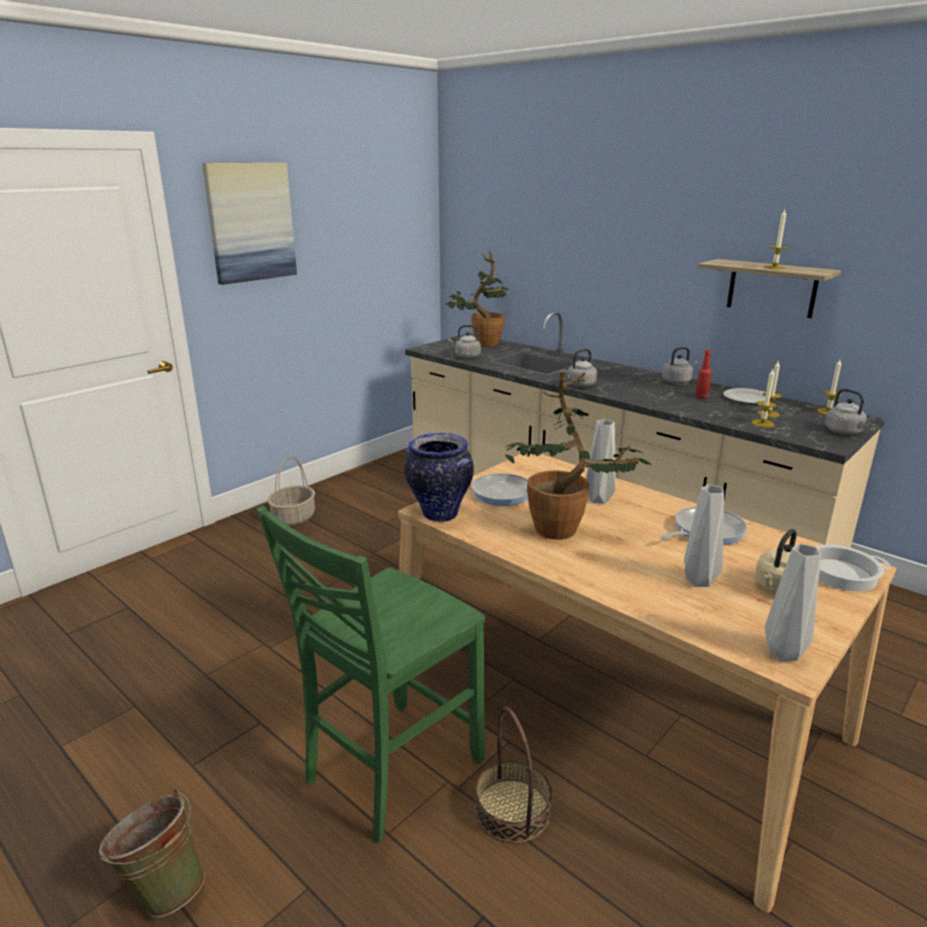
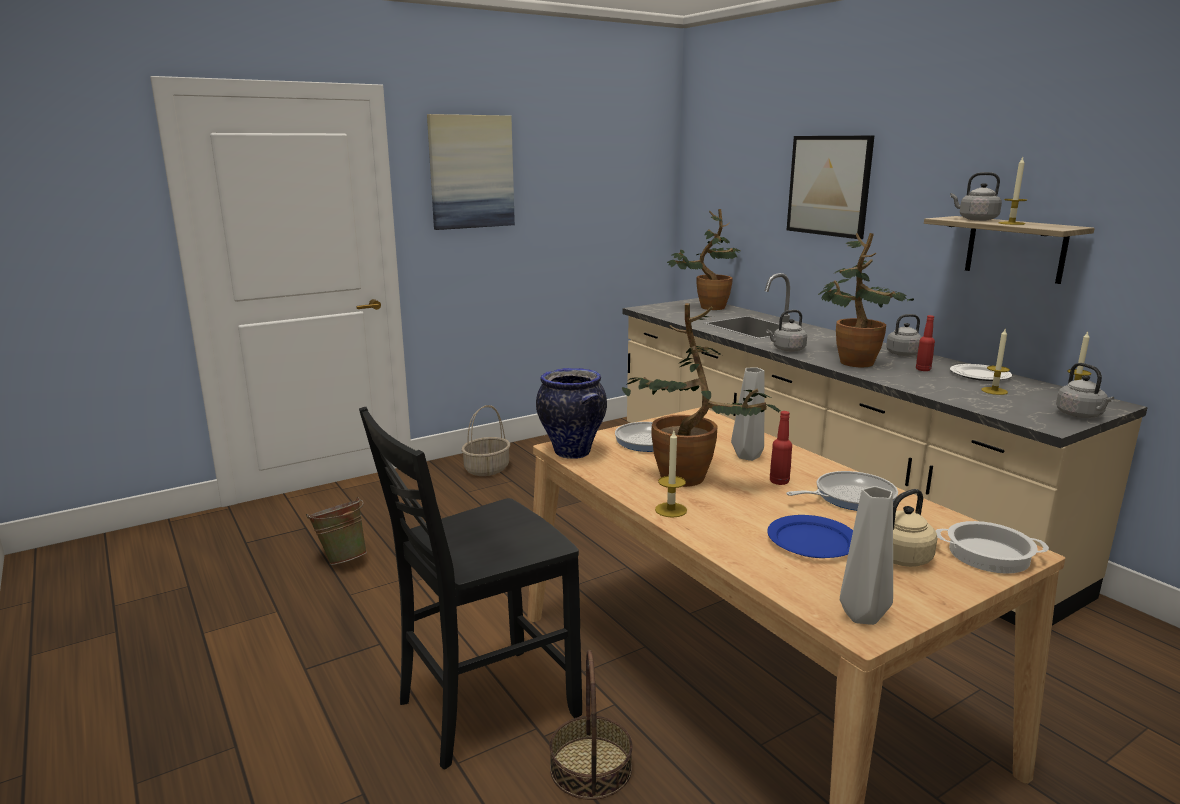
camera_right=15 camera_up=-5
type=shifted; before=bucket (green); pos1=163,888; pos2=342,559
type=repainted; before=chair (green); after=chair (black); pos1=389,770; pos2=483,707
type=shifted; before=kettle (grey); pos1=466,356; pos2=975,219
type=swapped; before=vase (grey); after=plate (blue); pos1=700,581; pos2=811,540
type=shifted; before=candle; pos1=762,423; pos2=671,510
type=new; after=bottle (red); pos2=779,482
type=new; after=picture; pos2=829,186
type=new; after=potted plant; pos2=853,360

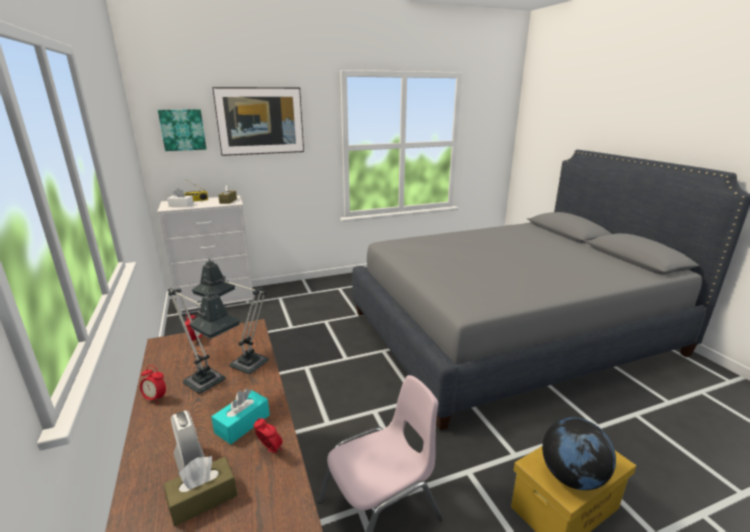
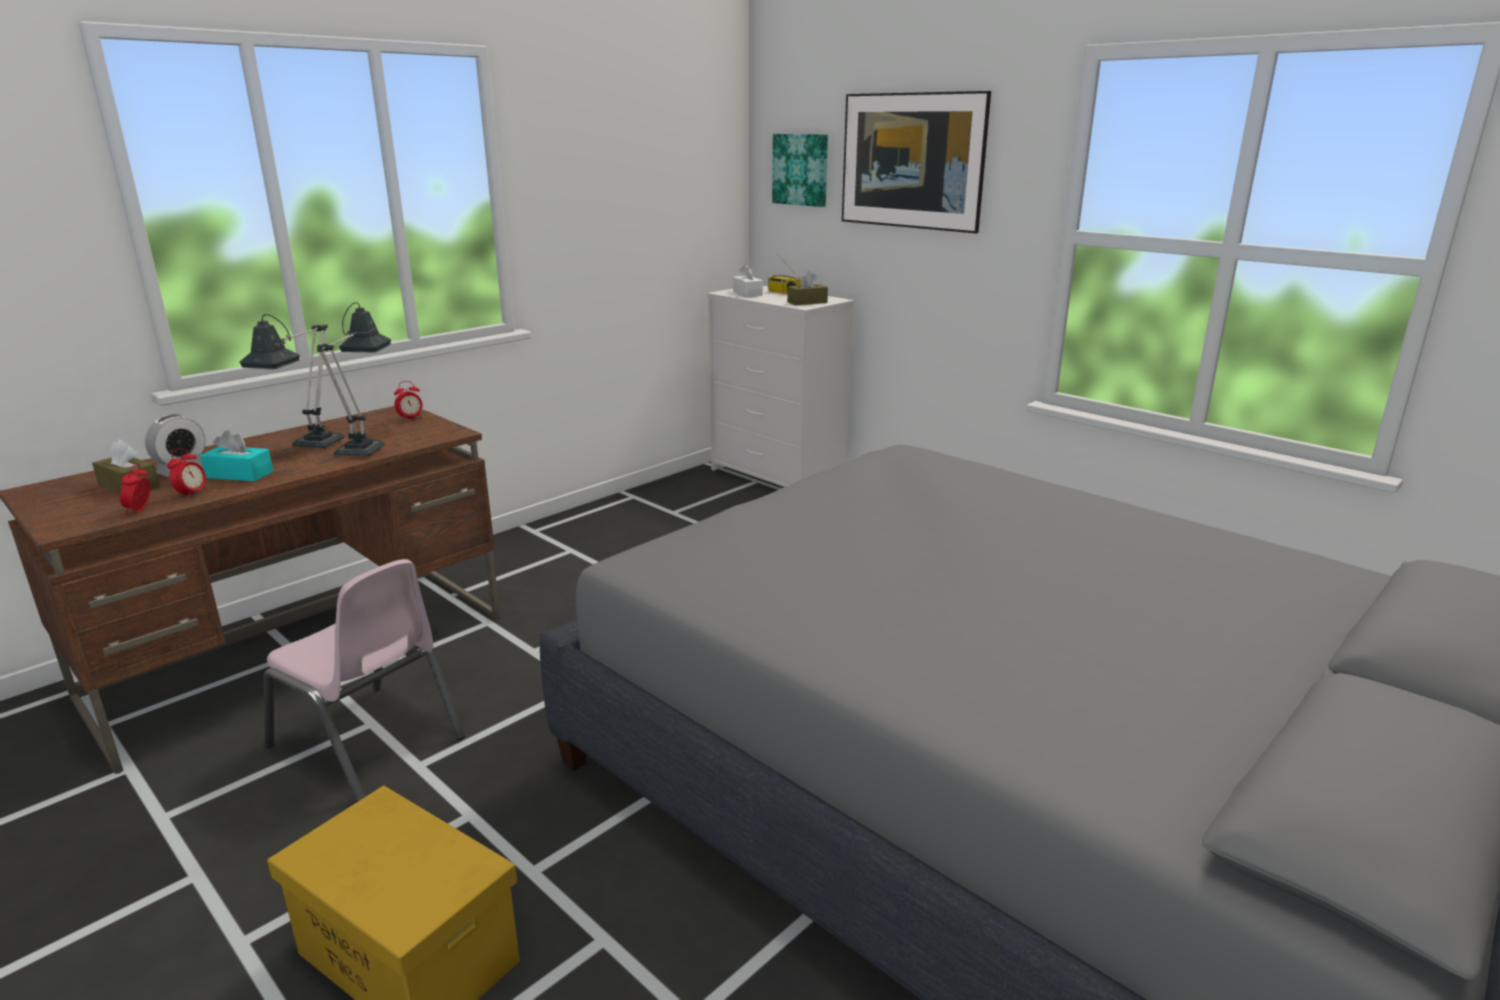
camera_right=65 camera_up=0
type=shifted; before=alarm clock; pos1=155,398; pos2=140,511
type=gone; before=globe; pos1=572,477

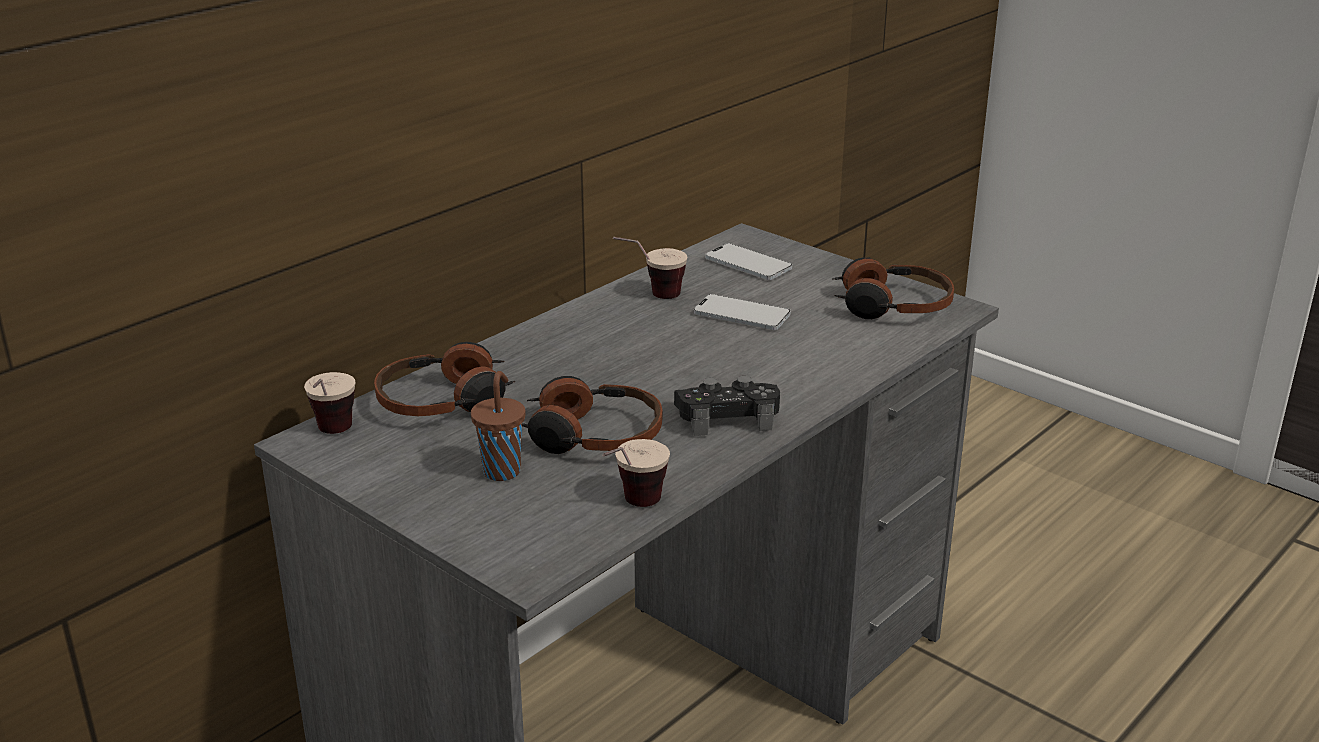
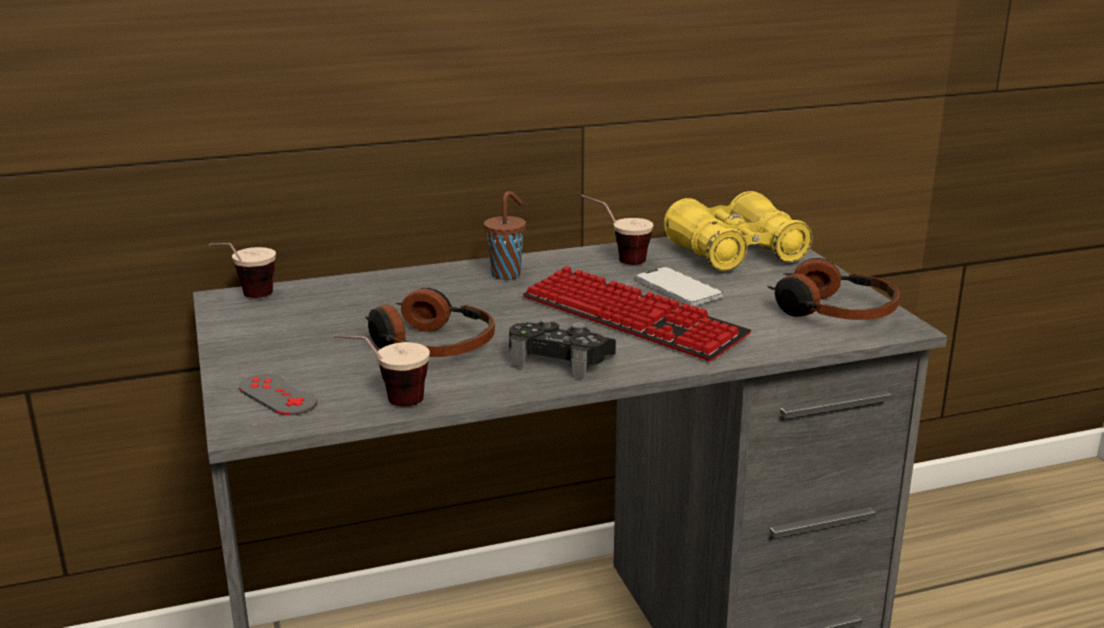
camera_right=30 camera_up=-5
type=gone; before=headphones; pos1=445,401
type=shifted; before=cup (brown); pos1=502,470; pos2=507,274
type=swapped; before=phone; after=binoculars (yellow); pos1=748,264; pos2=735,253
type=new; after=game controller (grey); pos2=278,395
type=new; after=keyboard; pos2=631,318

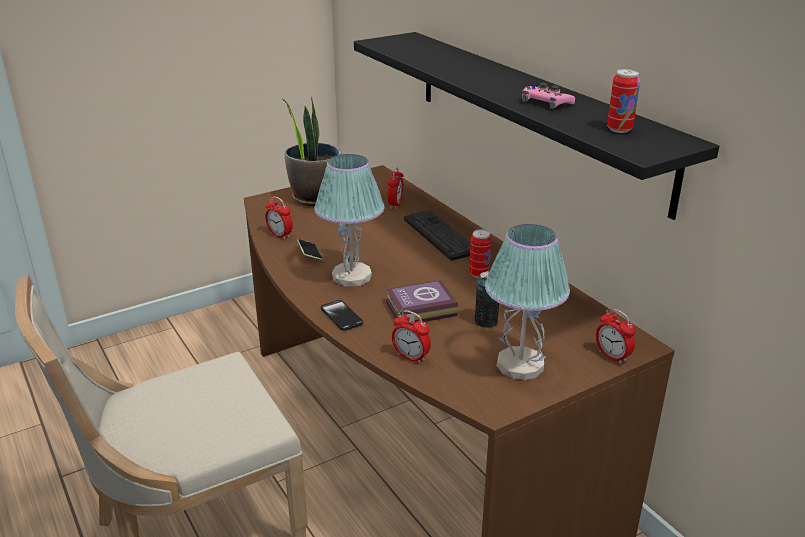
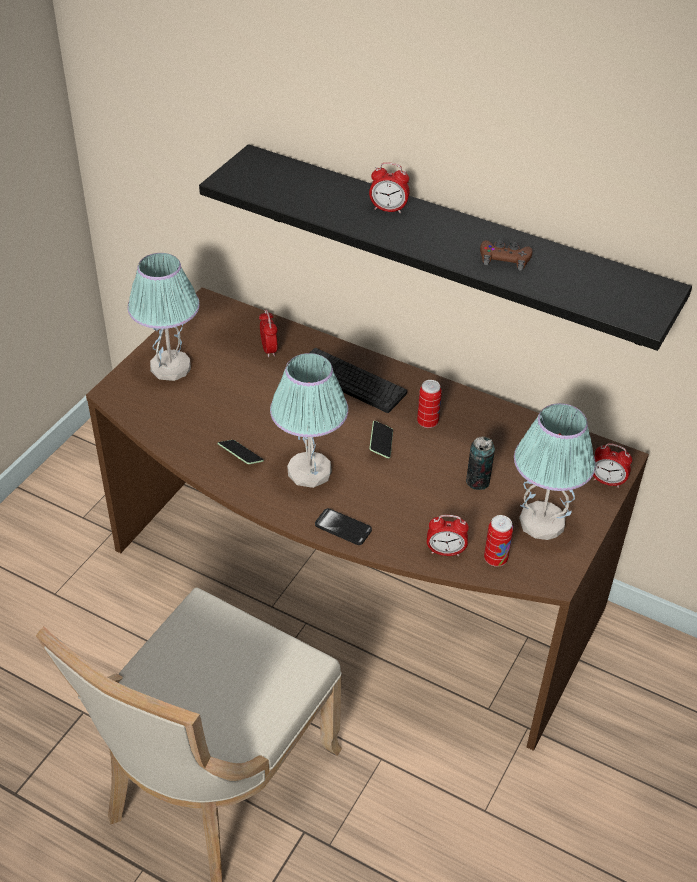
camera_right=-30 camera_up=15
type=shifted; before=alarm clock; pos1=280,235; pos2=388,209
type=swapped; before=potted plant; after=table lamp; pos1=315,198; pos2=170,368
type=gone; before=book; pos1=419,308
type=repainted; before=game controller (pink); after=game controller (brown); pos1=546,103; pos2=504,259
type=shifted; before=can; pos1=619,129; pos2=495,559
type=new; after=phone; pos2=381,444

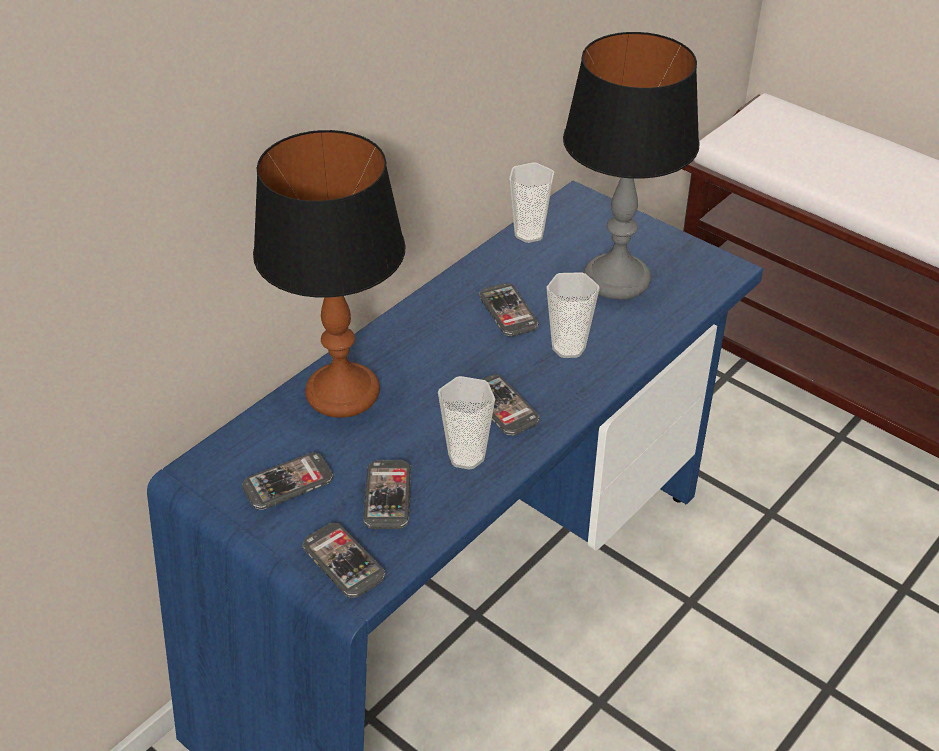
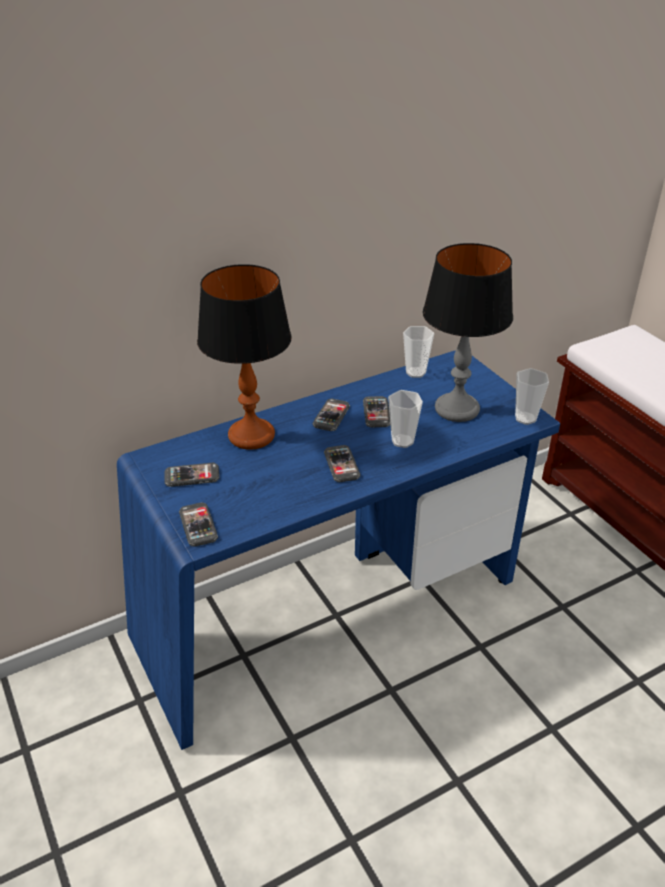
camera_right=20 camera_up=-5
type=shifted; before=phone; pos1=387,496; pos2=331,416
type=shifted; before=cup; pos1=466,456; pos2=525,418

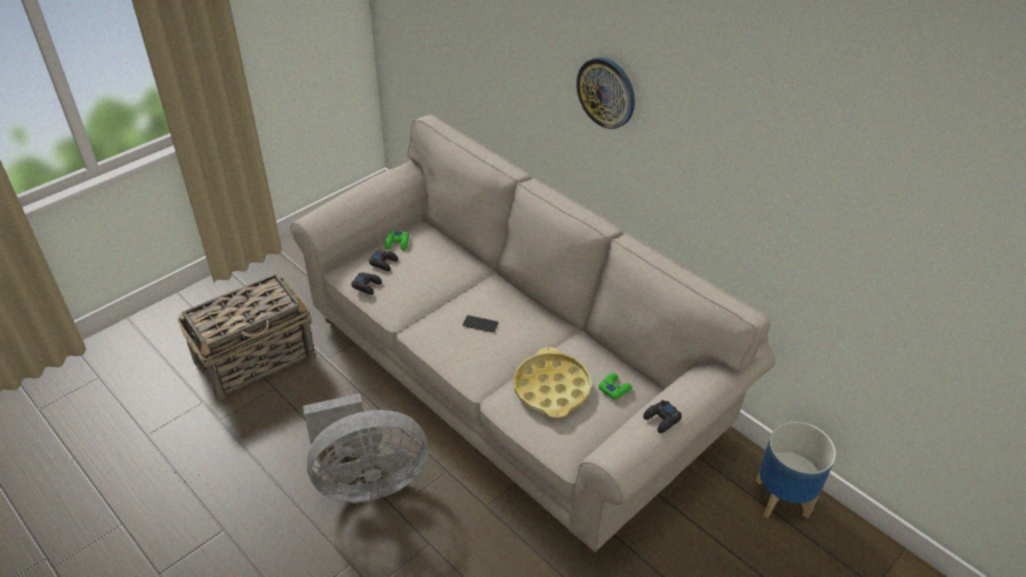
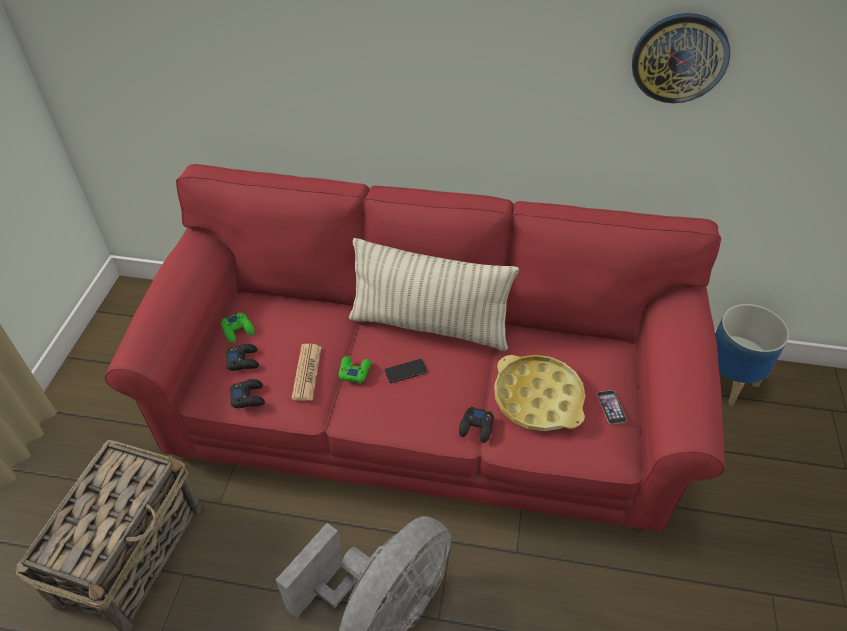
camera_right=-35 camera_up=5
type=repainted; before=sofa (beige); after=sofa (red); pos1=511,376; pos2=423,407
type=shifted; before=wall clock; pos1=606,92; pos2=679,58
type=shifted; before=game controller (green); pos1=614,388; pos2=354,371
type=shifted; before=game controller (black); pos1=662,419; pos2=476,427
type=new; after=newspaper; pos2=307,372
type=new; after=pillow; pos2=429,326
type=new; after=phone; pos2=611,407

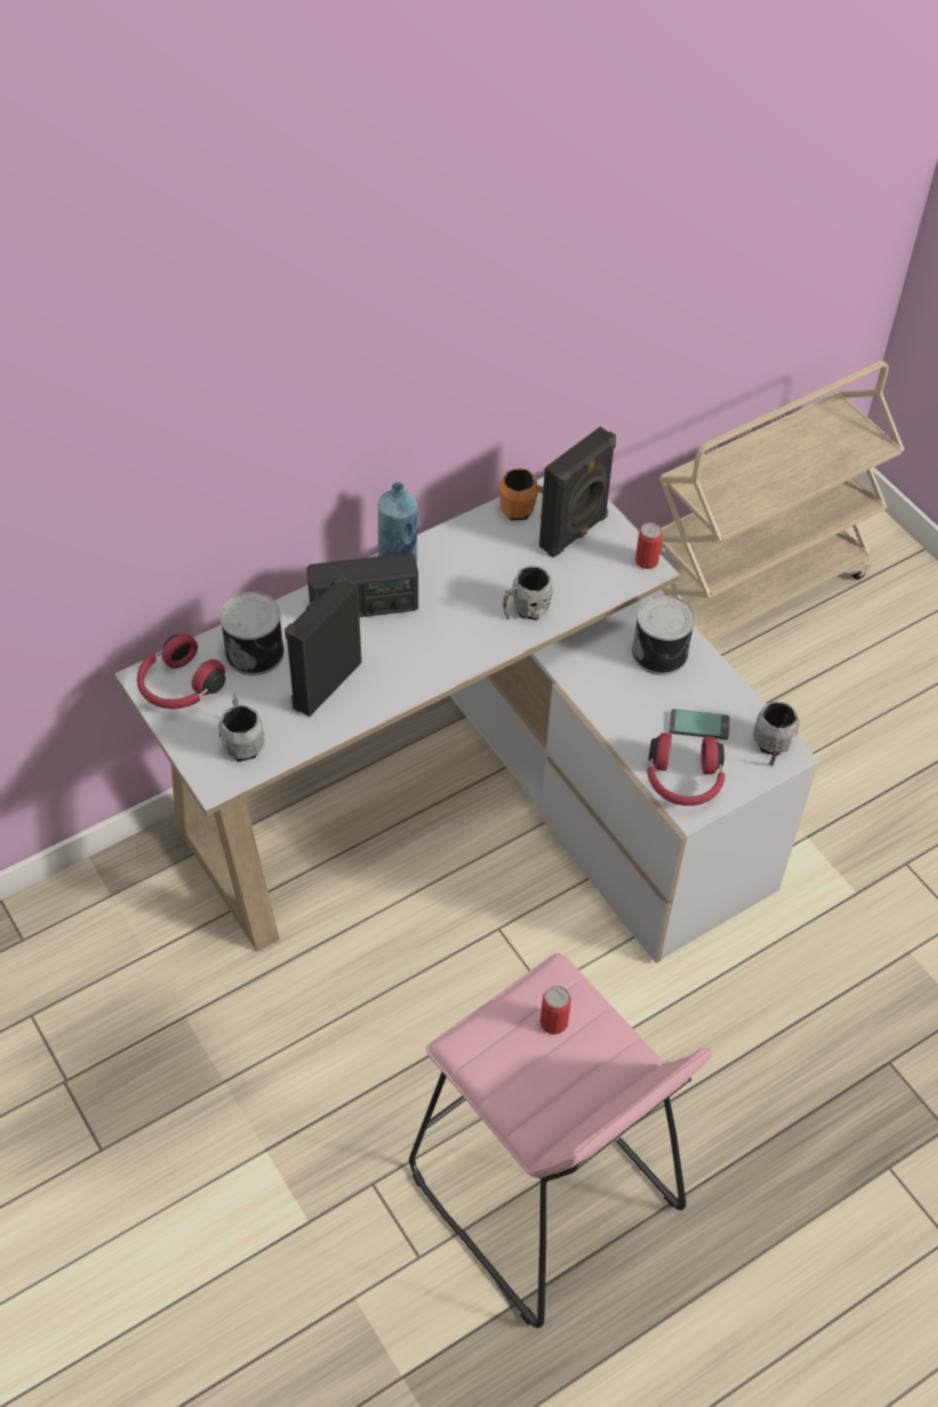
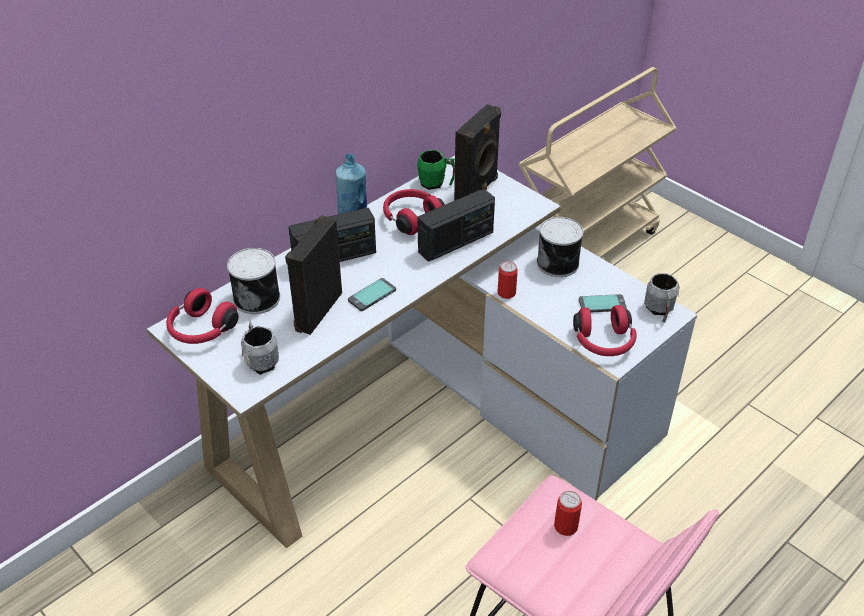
camera_right=-10 camera_up=-10
type=repainted; before=mug (orange); after=mug (green); pos1=523,511; pos2=436,183
type=swapped; before=mug (grey); after=radio; pos1=525,610; pos2=456,242
type=shifted; before=can; pos1=646,561; pos2=506,293
type=new; after=phone; pos2=372,295
type=new; after=headphones (red); pos2=411,219

